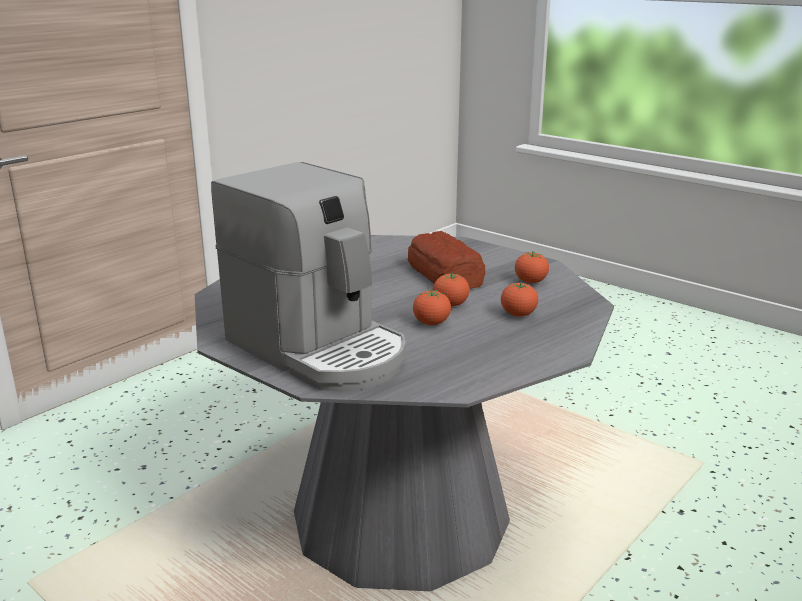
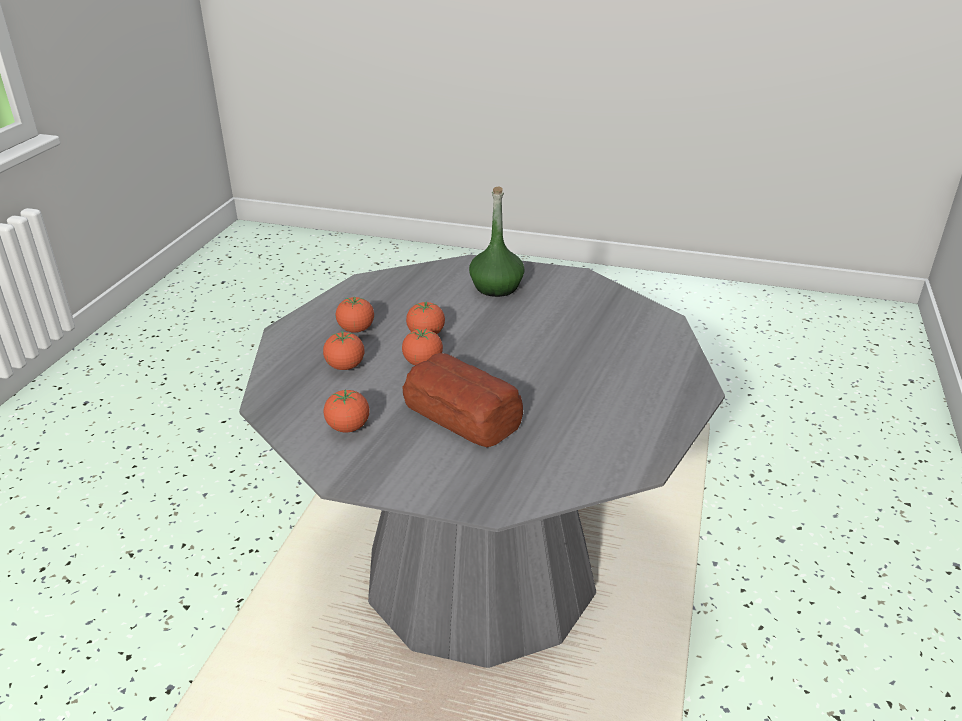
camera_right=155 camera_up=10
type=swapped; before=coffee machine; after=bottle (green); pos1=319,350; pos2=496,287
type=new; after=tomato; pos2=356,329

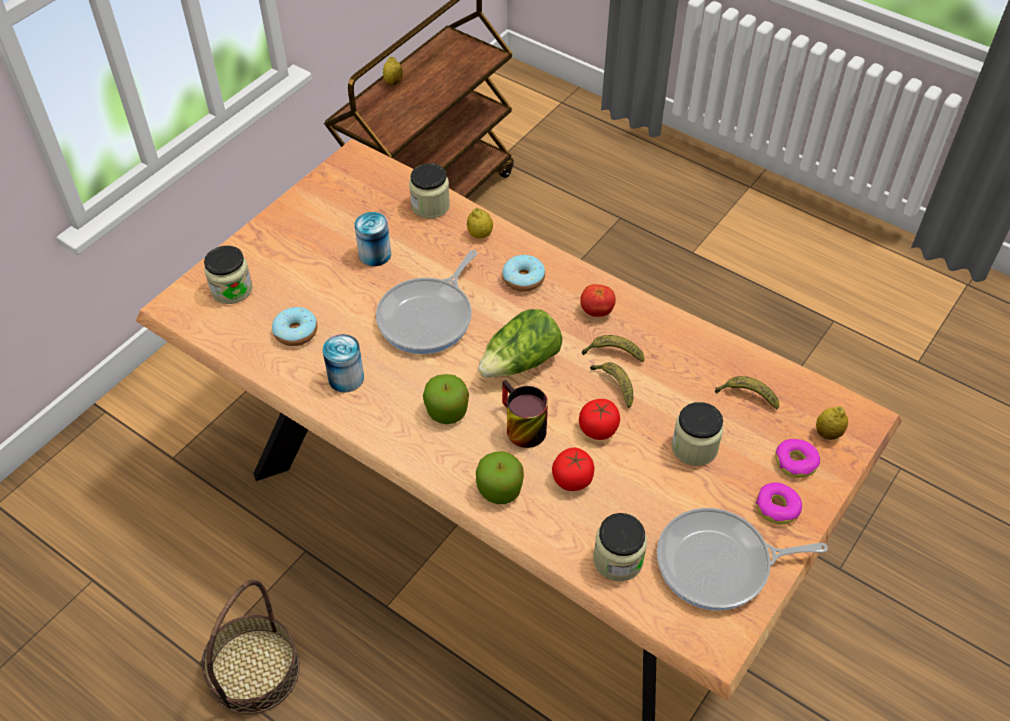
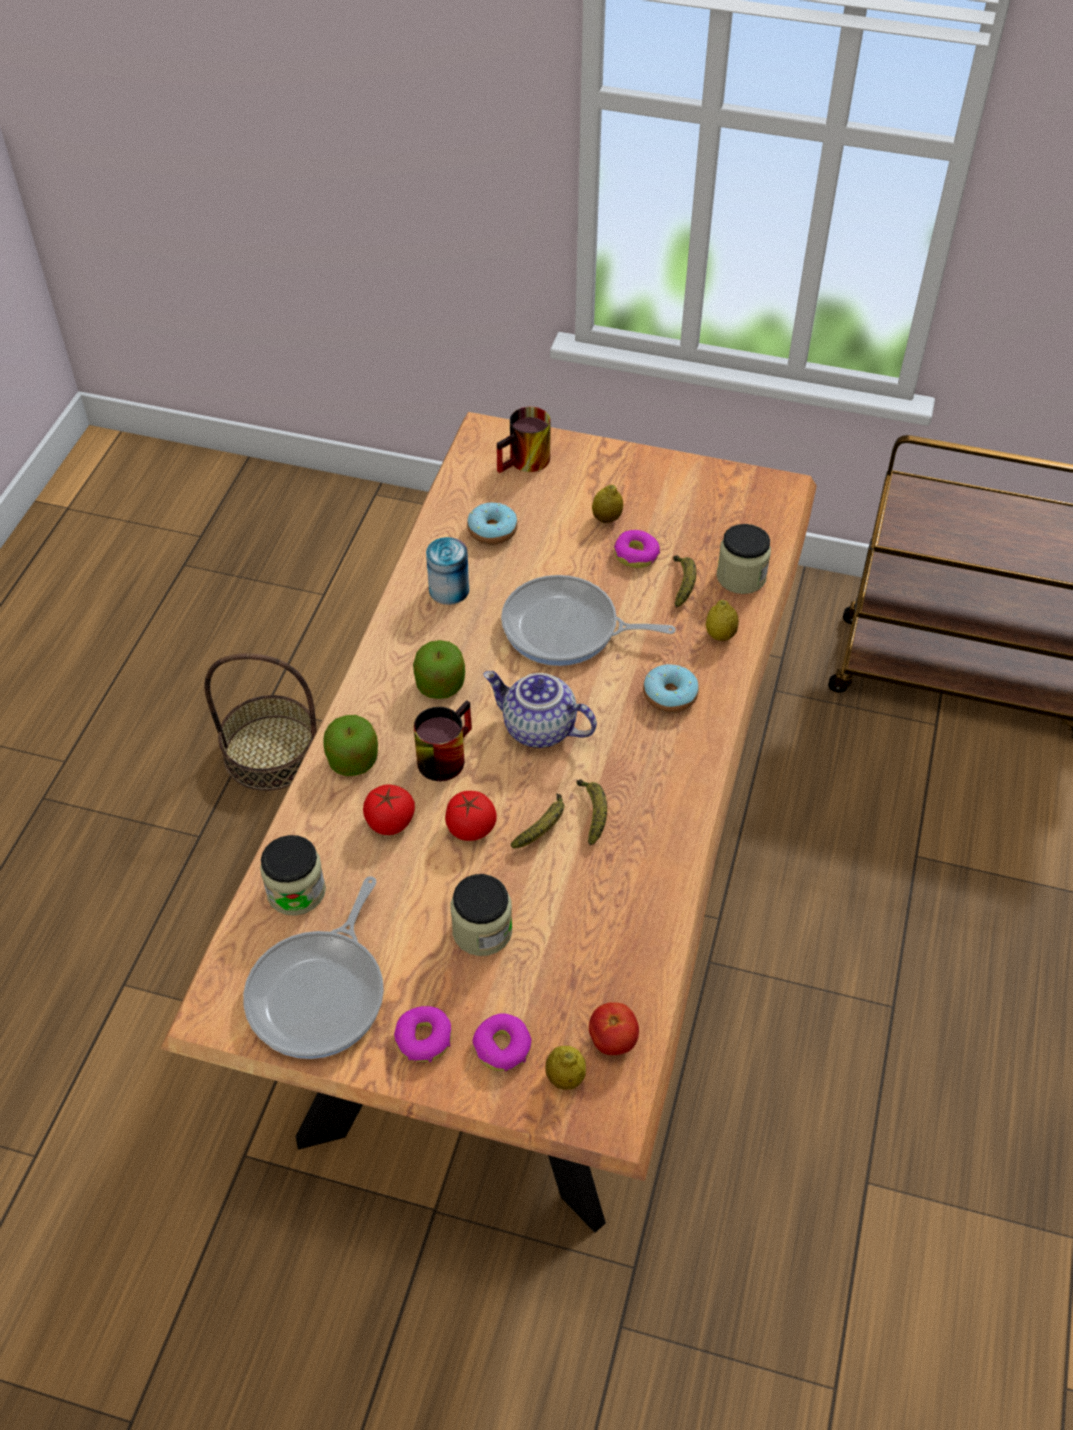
camera_right=70 camera_up=0
type=swapped; before=jar; after=mug; pos1=232,289; pos2=526,463
type=swapped; before=can; after=donut; pos1=375,254; pos2=636,555
type=shifted; before=lemon; pos1=393,82; pos2=606,518
type=swapped; before=lettuce; after=teapot; pos1=521,363; pos2=537,729
type=shifted; before=tomato; pos1=597,311; pos2=612,1040
type=rotated; before=frying pan; pos1=719,564; pos2=321,993; turn=-135
type=shifted; before=banana; pos1=747,396; pos2=683,584

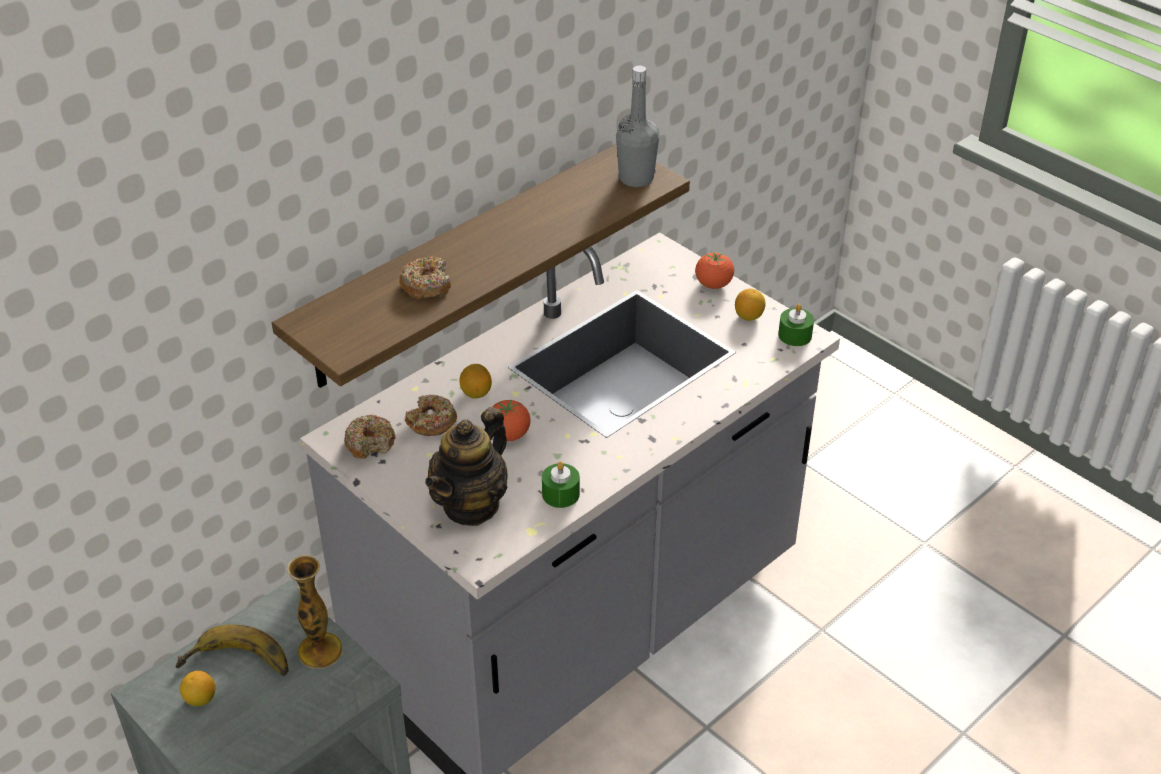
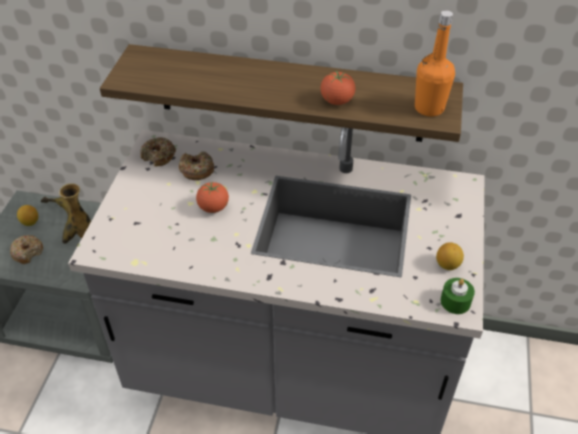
camera_right=55 camera_up=5
type=shifted; before=donut; pos1=426,285; pos2=27,252
type=gone; before=teapot; pos1=471,505
type=gone; before=lemon; pos1=476,393
type=gone; before=candle (green); pos1=560,494
type=repainted; before=bottle (grey); after=bottle (orange); pos1=636,178; pos2=429,108
type=shifted; before=tomato; pos1=713,284; pos2=337,101

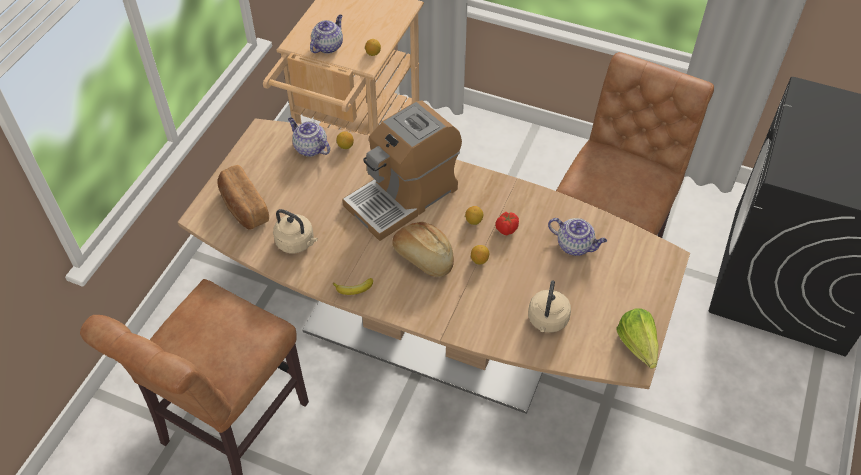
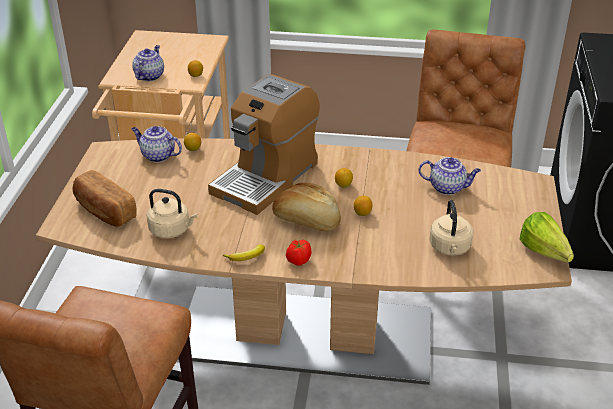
camera_right=-15 camera_up=-15
type=shifted; before=tomato; pos1=506,229; pos2=298,260

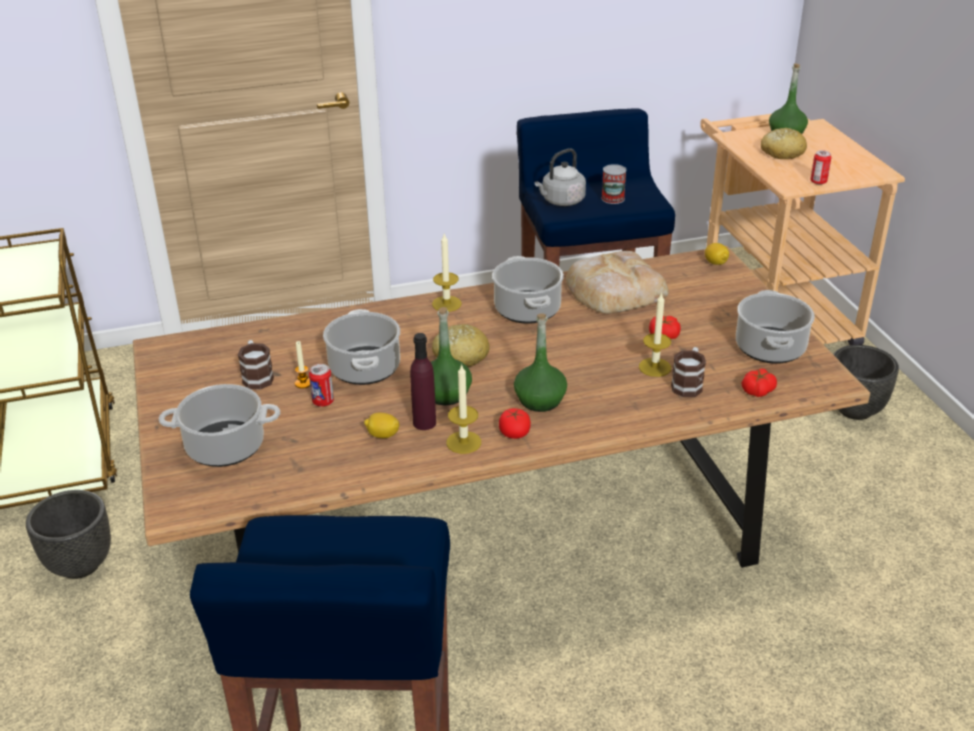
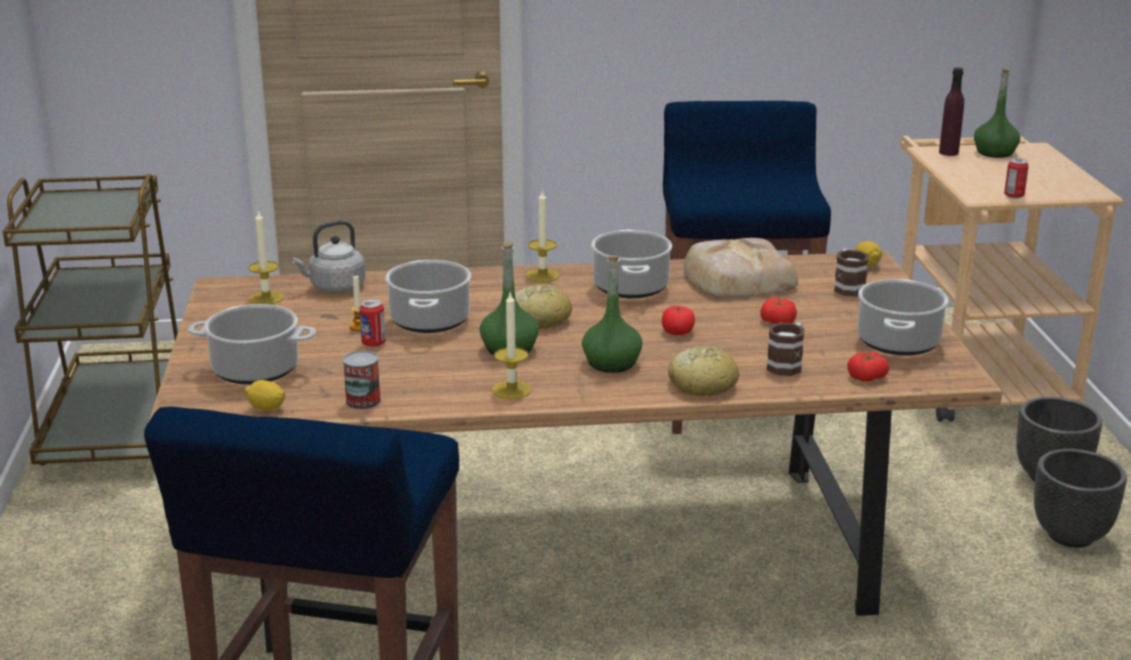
camera_right=10 camera_up=-10
type=shifted; before=planter (black); pos1=81,565; pos2=1071,536
type=shifted; before=mug; pos1=257,376; pos2=847,287
type=shifted; before=lemon; pos1=382,435; pos2=266,408
type=shifted; before=bottle (purple); pos1=424,423; pos2=948,152
type=shifted; before=tomato; pos1=514,433; pos2=677,332
type=shifted; before=kettle (grey); pos1=561,201; pos2=334,287
type=shifted; before=can; pos1=613,198; pos2=363,402
type=shifted; before=candle; pos1=654,367; pos2=266,298
type=shifted; before=bread; pos1=782,153; pos2=701,384

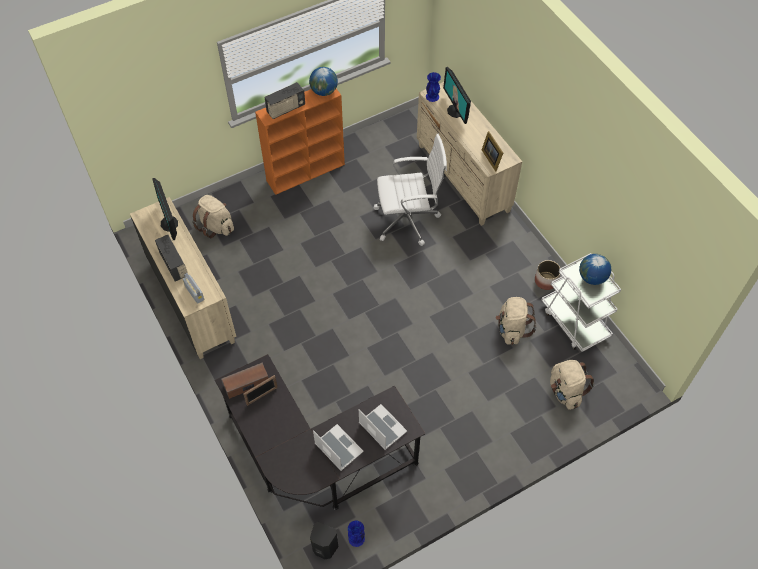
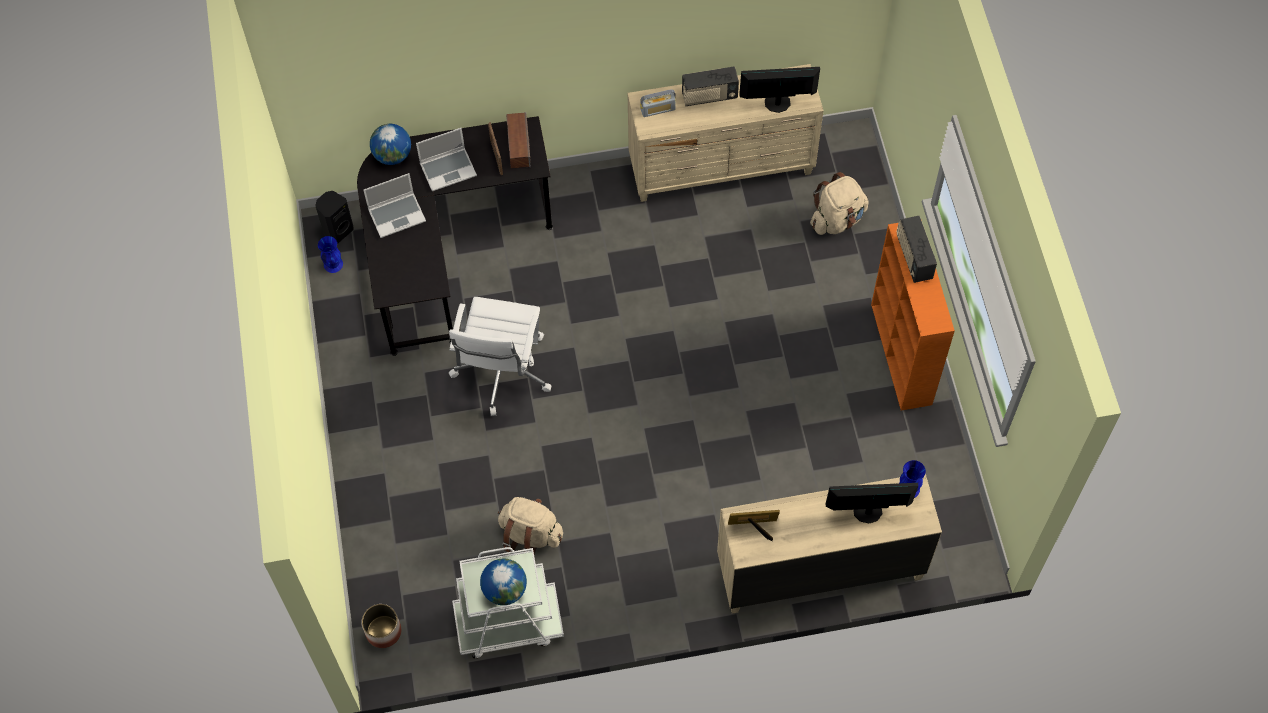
camera_right=110 camera_up=5
type=shifted; before=globe; pos1=324,91; pos2=392,155
type=shifted; before=laptop; pos1=381,427; pos2=448,169
type=shifted; before=office chair (white); pos1=408,220; pos2=502,372
type=shifted; before=planter; pos1=545,281; pos2=383,631
type=gone; before=backpack (beige); pos1=565,391

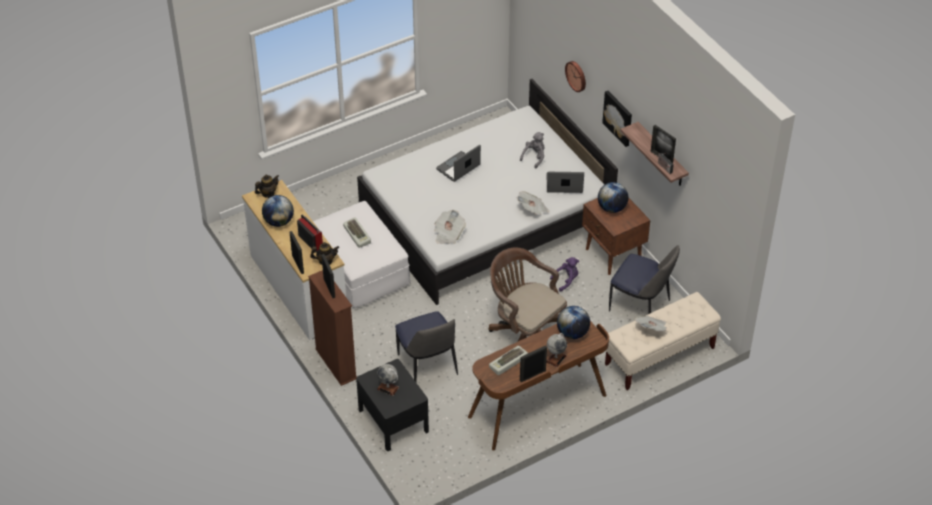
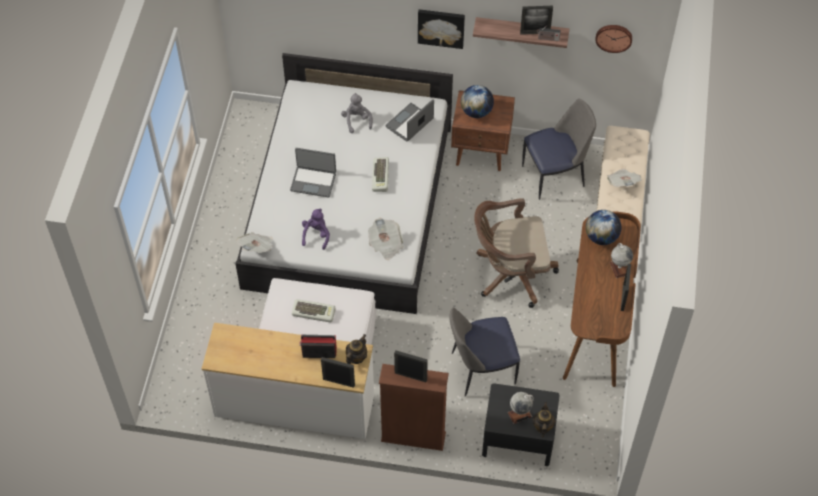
camera_right=-50 camera_up=10
type=shifted; before=teapot; pos1=268,193; pos2=542,426
type=gone; before=globe; pos1=279,222
type=rotated; before=chair; pos1=428,366; pos2=481,369; turn=150
type=rotated; before=laptop; pos1=458,168; pos2=313,181; turn=-75
type=shifted; before=keyboard; pos1=508,363; pos2=381,176
type=shifted; before=newspaper; pos1=532,209; pos2=257,248
type=shifted; before=plush toy (purple); pos1=566,280; pos2=316,235
type=shifted; before=wall clock; pos1=576,76; pos2=614,37

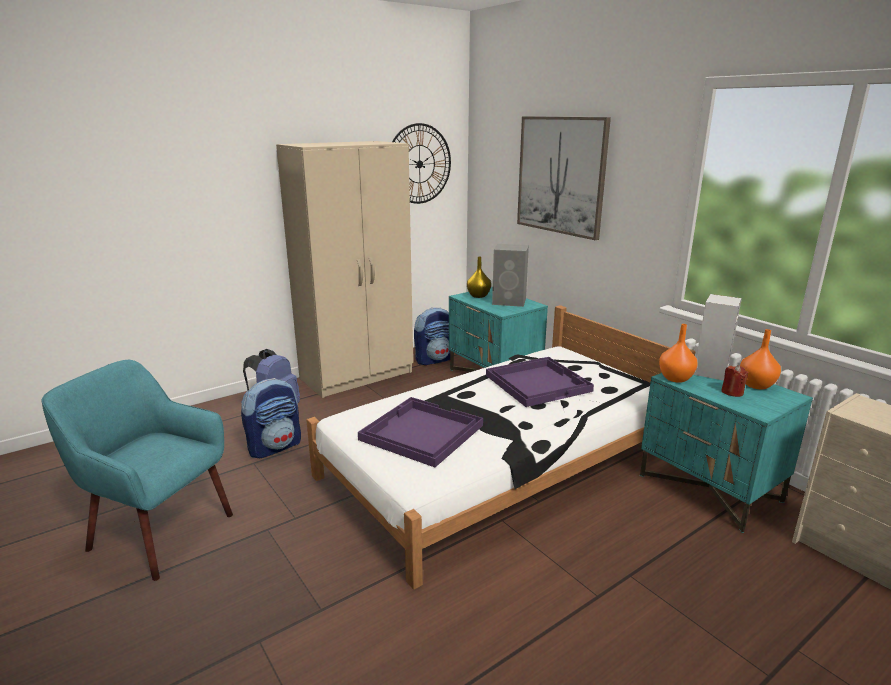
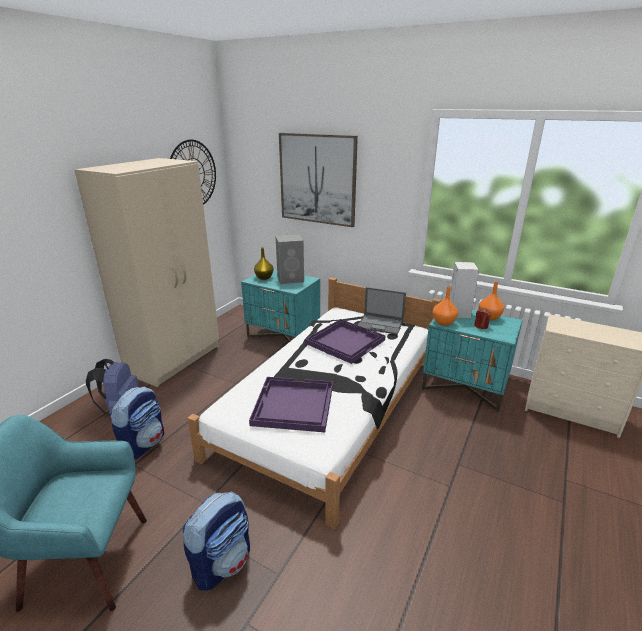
camera_right=-25 camera_up=5
type=shifted; before=backpack; pos1=434,359; pos2=222,562
type=new; after=laptop; pos2=381,324

